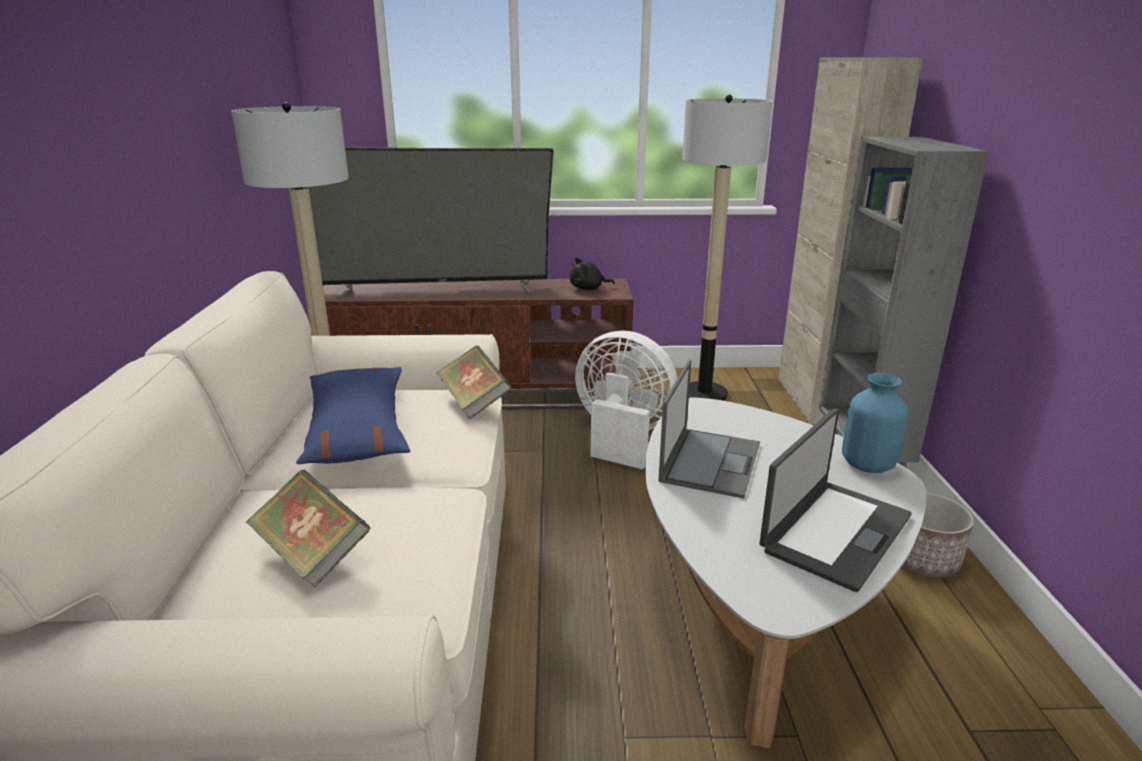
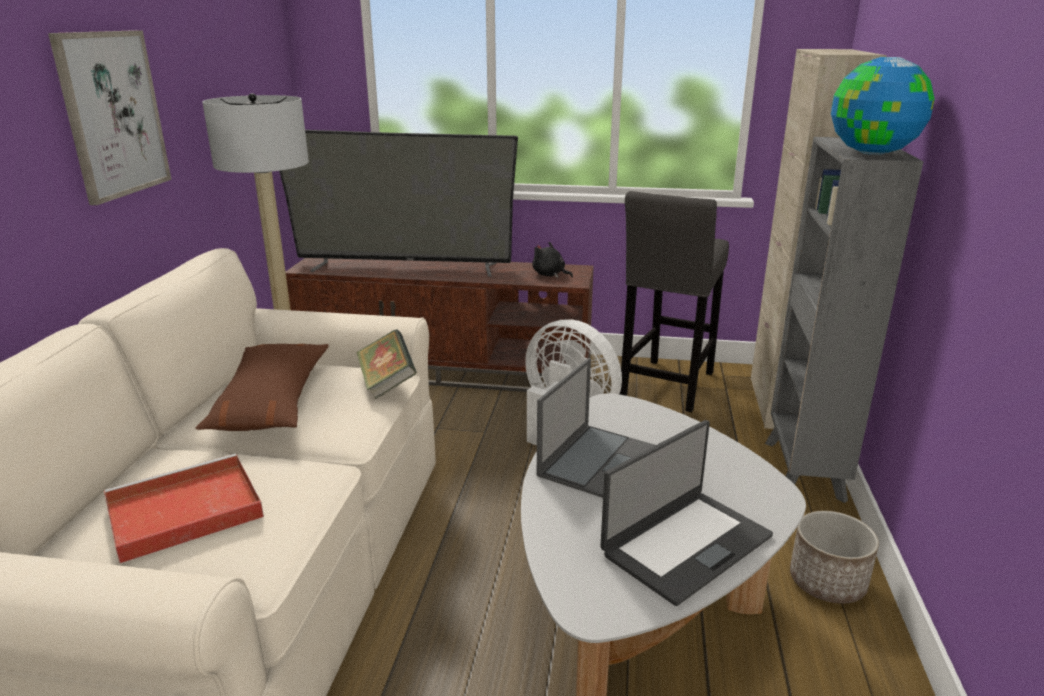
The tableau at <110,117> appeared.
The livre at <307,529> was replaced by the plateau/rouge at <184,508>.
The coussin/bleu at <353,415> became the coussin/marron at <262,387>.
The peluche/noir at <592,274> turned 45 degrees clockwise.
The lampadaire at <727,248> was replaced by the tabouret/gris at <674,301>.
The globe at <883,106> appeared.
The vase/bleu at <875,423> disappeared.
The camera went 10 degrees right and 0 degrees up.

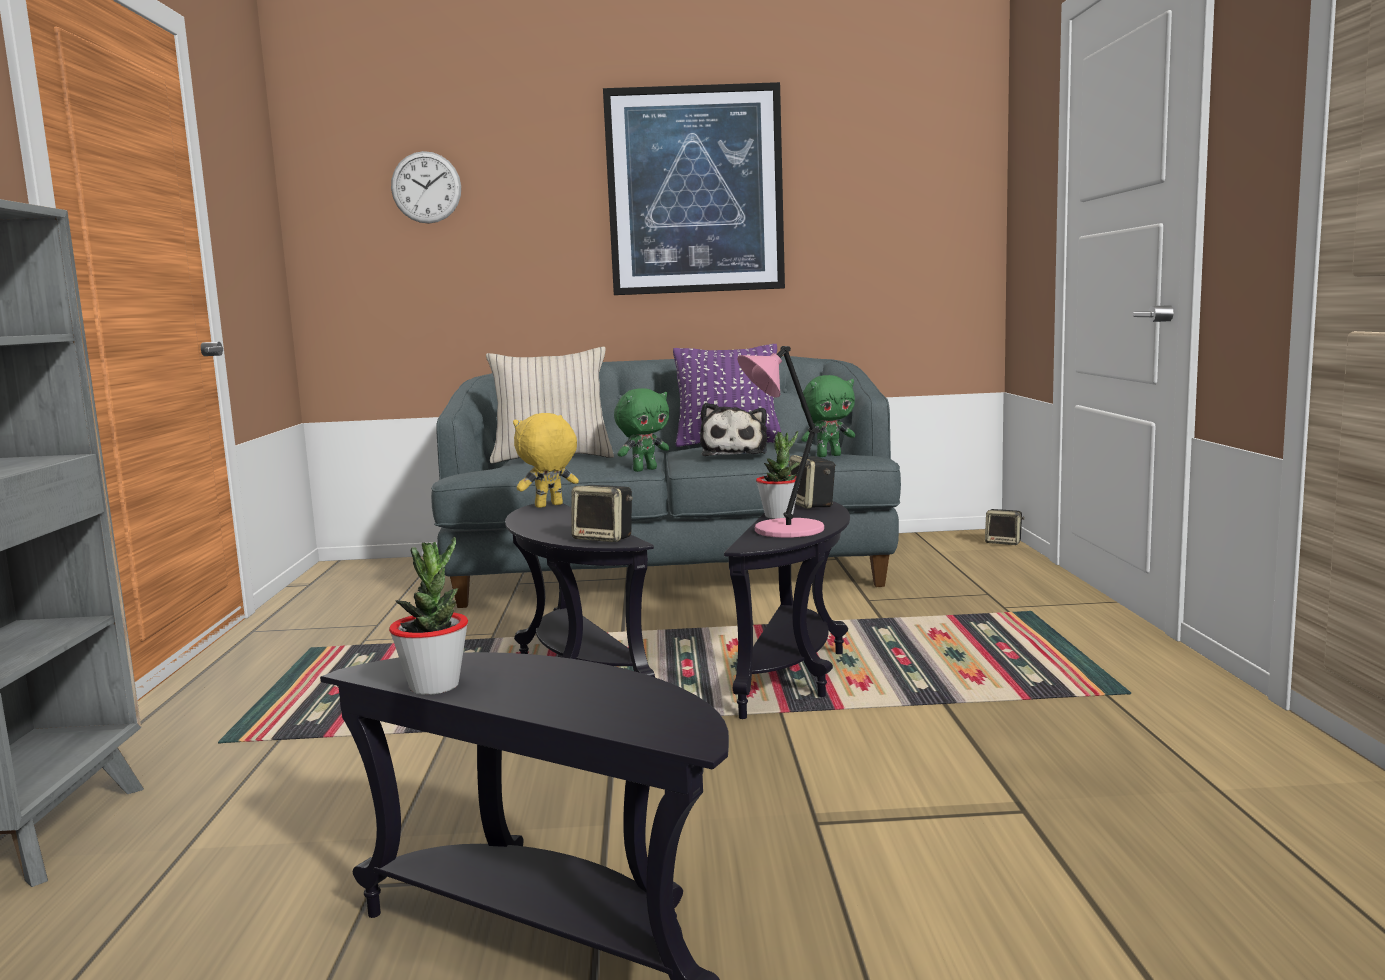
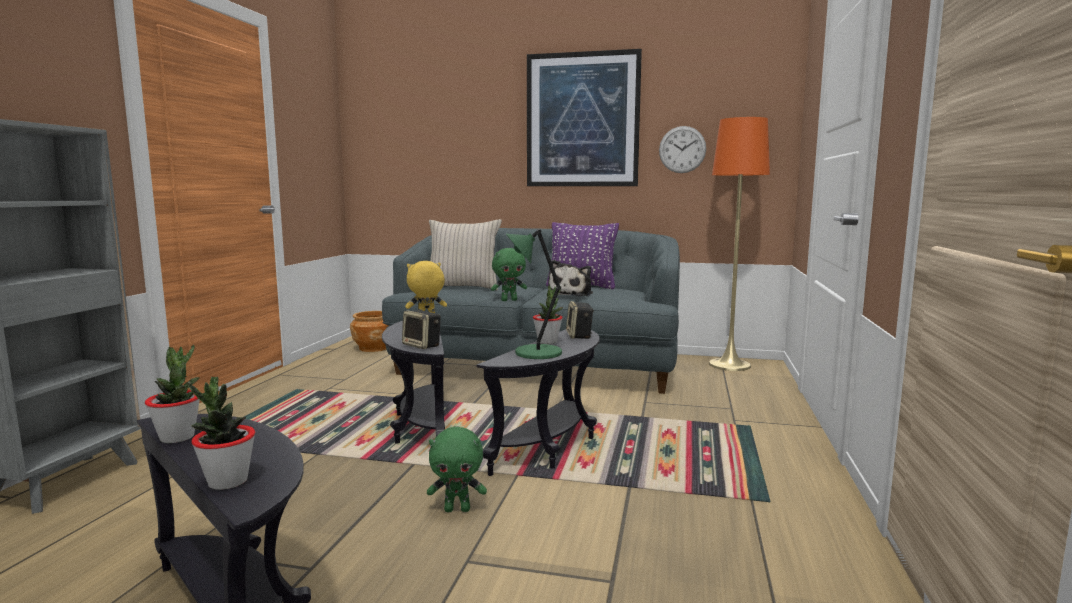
The plante en pot at <221,433> appeared.
The cache-pot/marron at <369,331> appeared.
The peluche/vert moved from <828,416> to <457,469>.
The lampe de table/rose at <780,442> became the lampe de table/vert at <534,294>.
The horloge murale moved from <426,187> to <682,149>.
The lampadaire/orange at <739,244> appeared.
The enceinte at <1005,527> disappeared.
The camera went 15 degrees right and 0 degrees up.

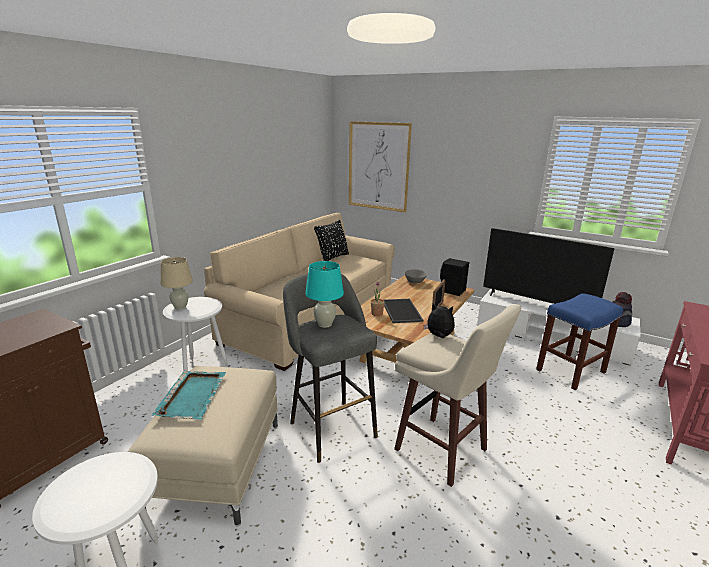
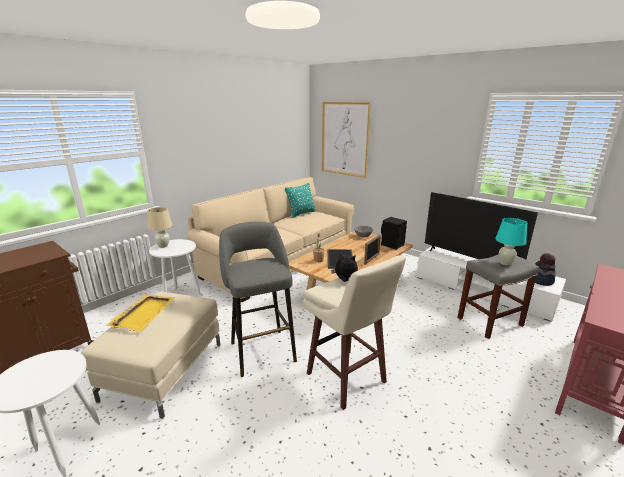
The plateau/turquoise at <189,395> became the plateau/jaune at <140,313>.
The coussin/noir at <331,240> became the coussin/turquoise at <300,200>.
The tabouret/bleu at <579,341> became the tabouret/gris at <498,296>.
The lampe de table/turquoise moved from <324,294> to <511,241>.
The camera went 10 degrees right and 0 degrees up.

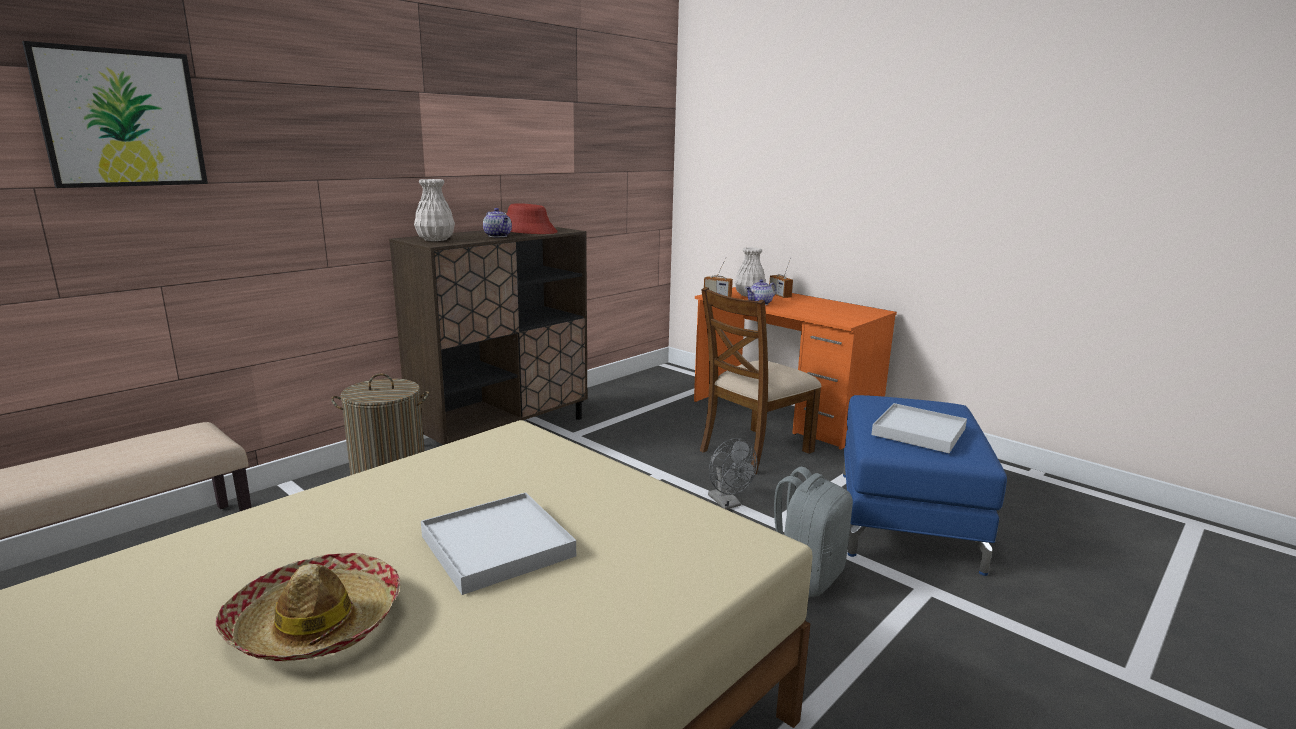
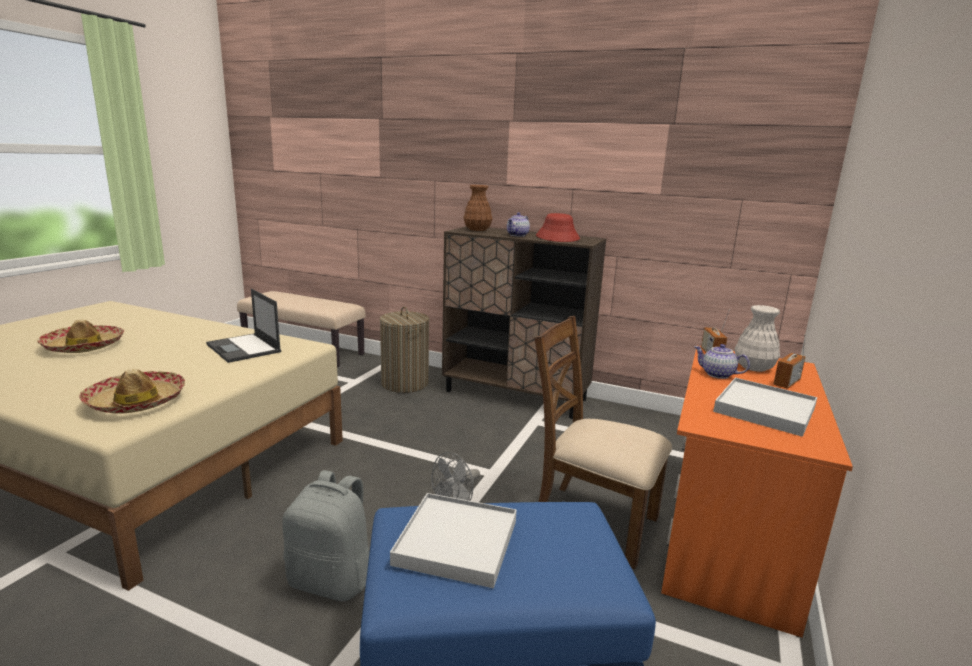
The chapeau at <132,391> appeared.
The ordinateur portable at <243,326> appeared.
The vase/blanc at <434,210> became the vase/marron at <478,208>.
The plateau/blanc moved from <498,543> to <765,407>.
The tableau at <115,114> disappeared.
The camera went 70 degrees right and 0 degrees up.

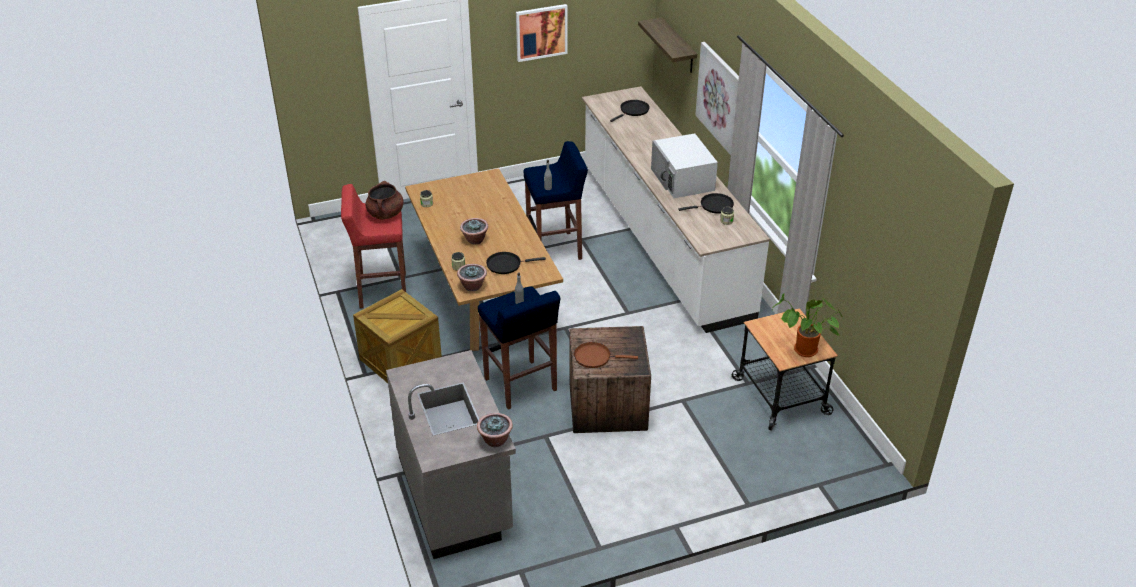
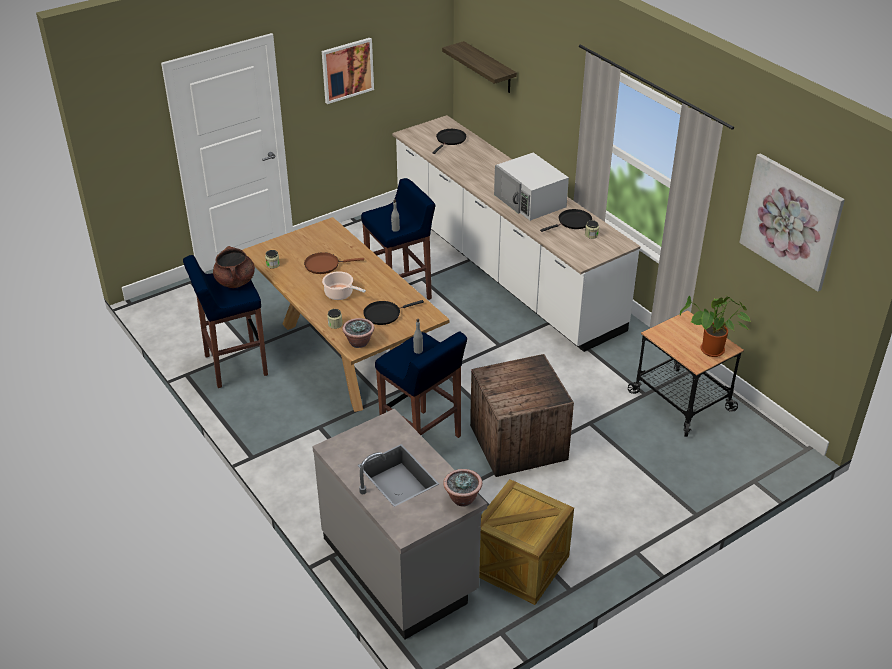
The tabouret/rouge at <373,246> became the tabouret/bleu at <225,321>.
The poêle/marron moved from <606,355> to <334,263>.
The plante en pot at <474,231> was replaced by the marmite at <344,285>.
The caisse moved from <397,336> to <526,542>.
The tableau moved from <717,98> to <792,222>.
The camera went 15 degrees left and 0 degrees up.

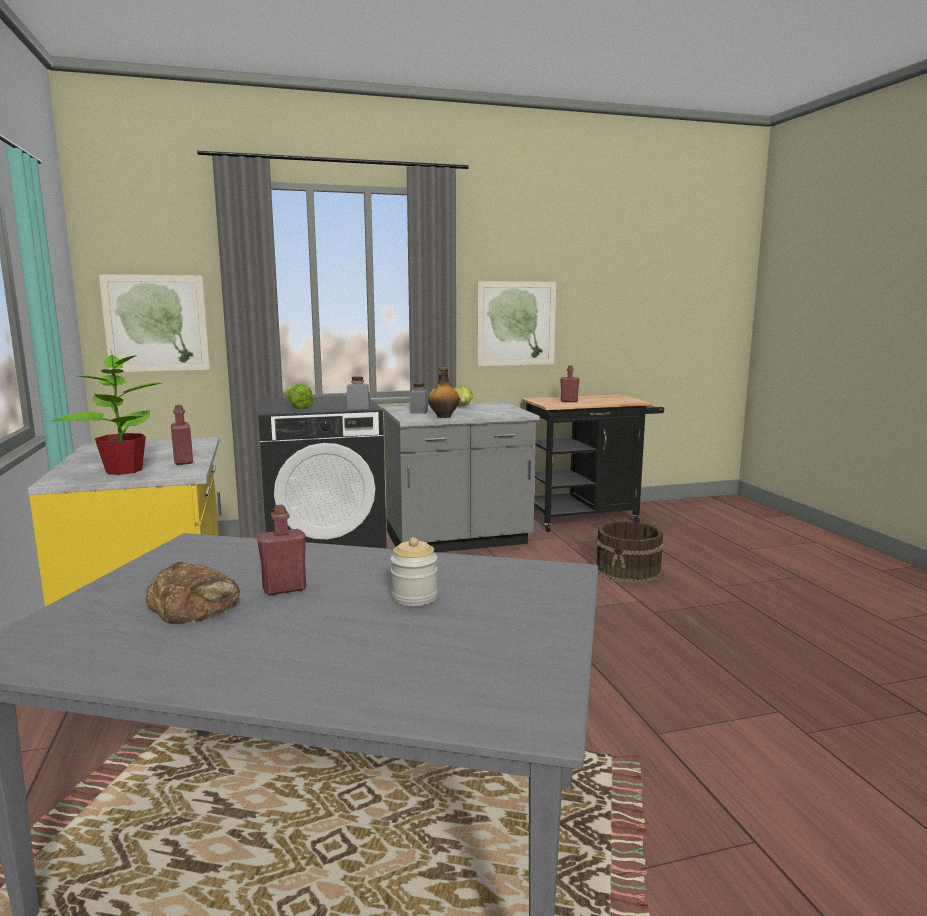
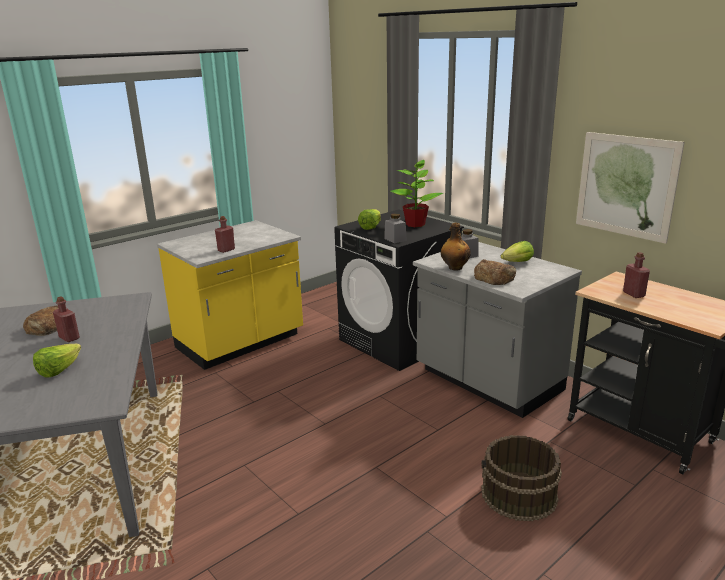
The bocal at <414,571> was replaced by the laitue at <57,361>.
The plante en pot moved from <107,412> to <416,193>.
The pain at <495,272> appeared.
The tableau at <154,323> disappeared.
The camera went 65 degrees right and 10 degrees up.

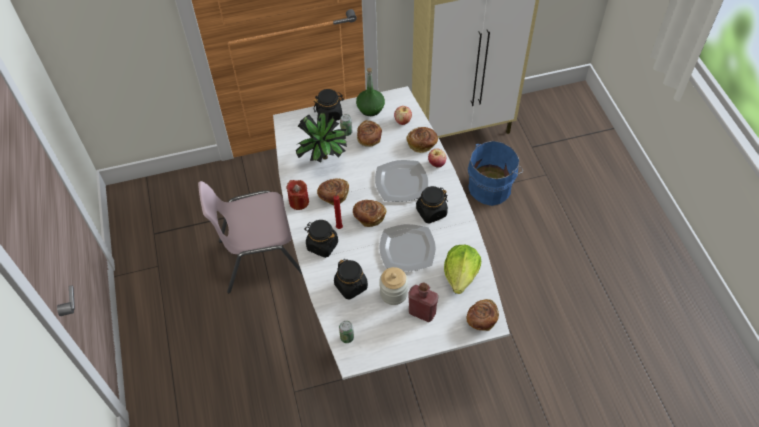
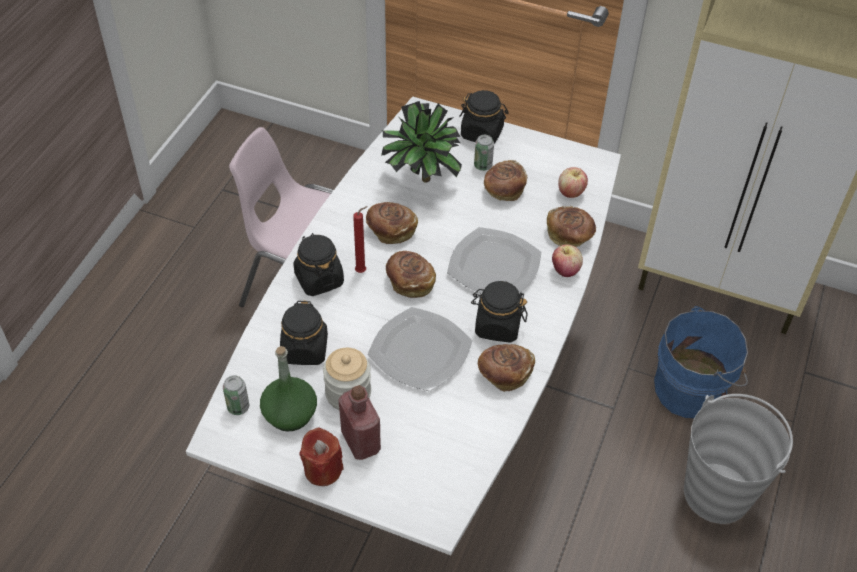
The bouteille/vert moved from <370,92> to <288,388>.
The bougie/rouge moved from <297,195> to <322,456>.
The pain moved from <483,315> to <506,368>.
The seau/gris at <738,459> appeared.
The laitue at <462,269> disappeared.
The camera went 35 degrees right and 5 degrees down.

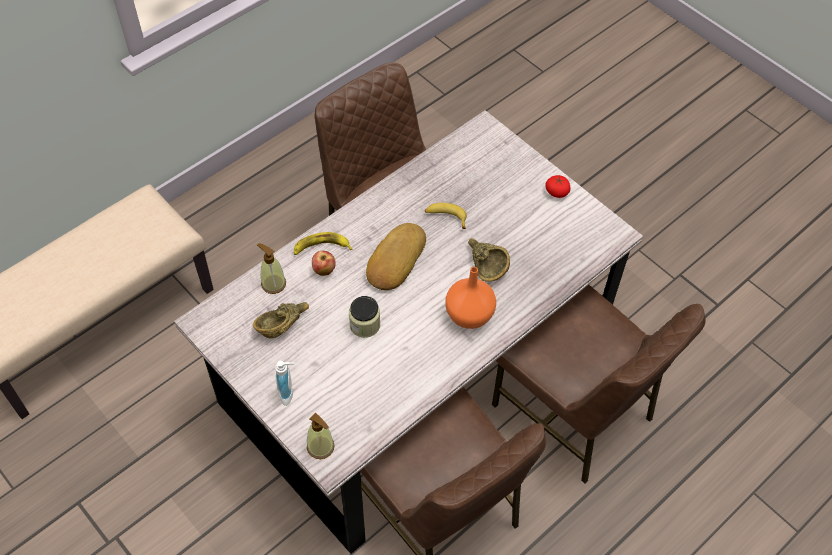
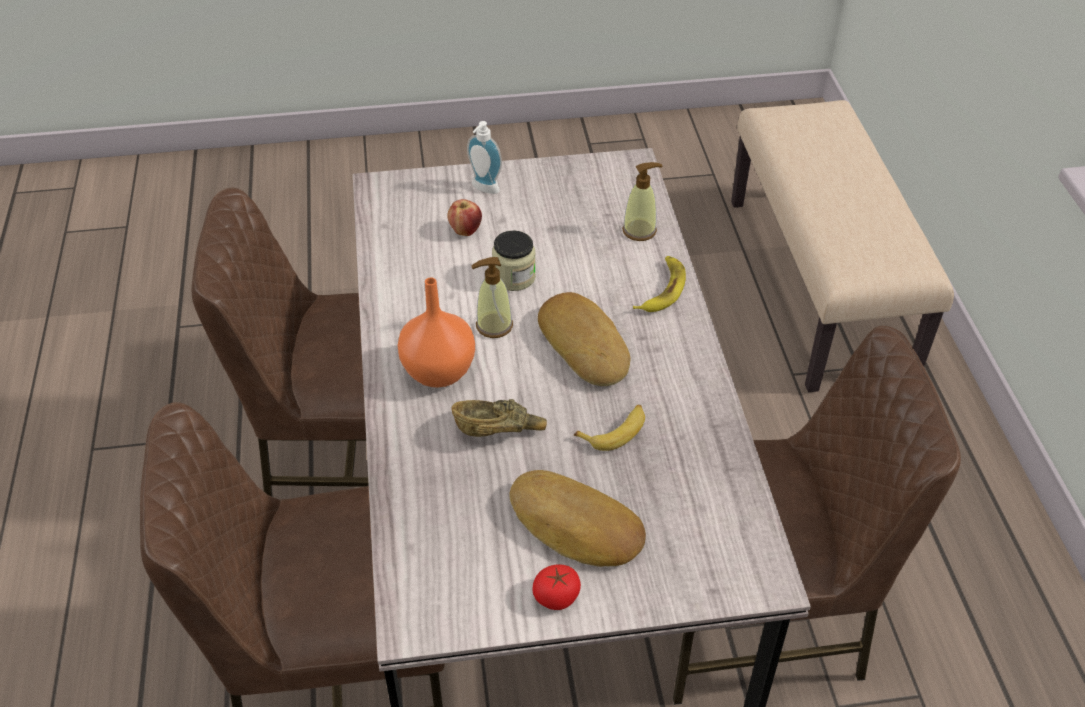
The pomme moved from <324,263> to <464,217>.
The distributeur de savon moved from <321,436> to <492,297>.
The pain at <578,518> appeared.
The bol/marron at <281,320> disappeared.
The camera went 125 degrees right and 10 degrees down.

